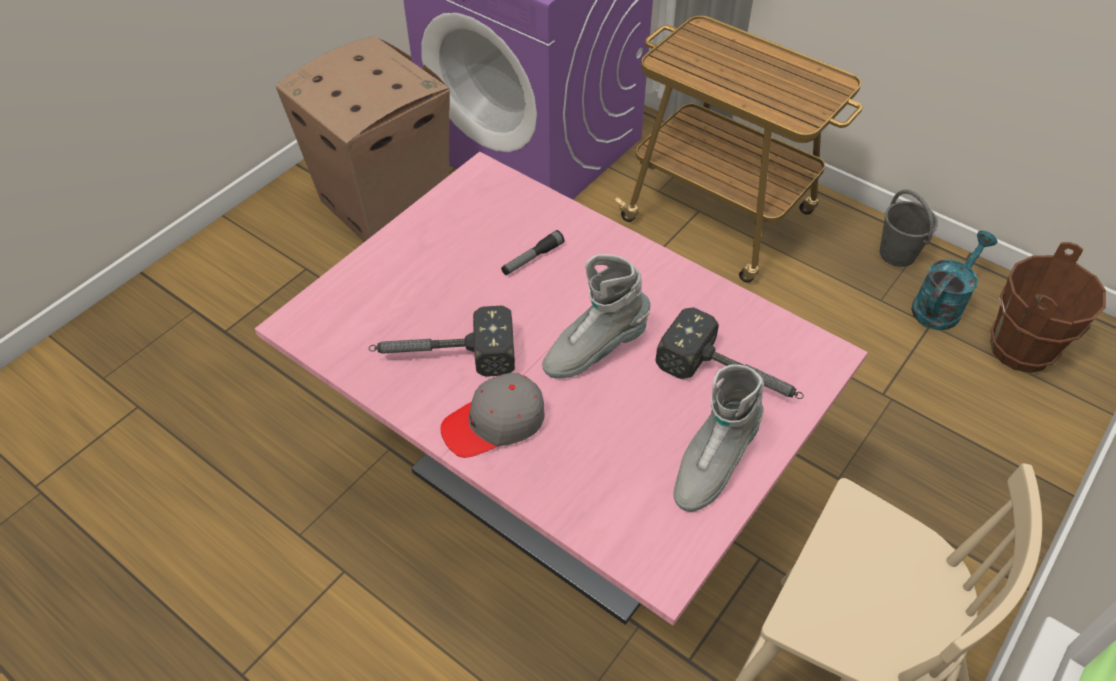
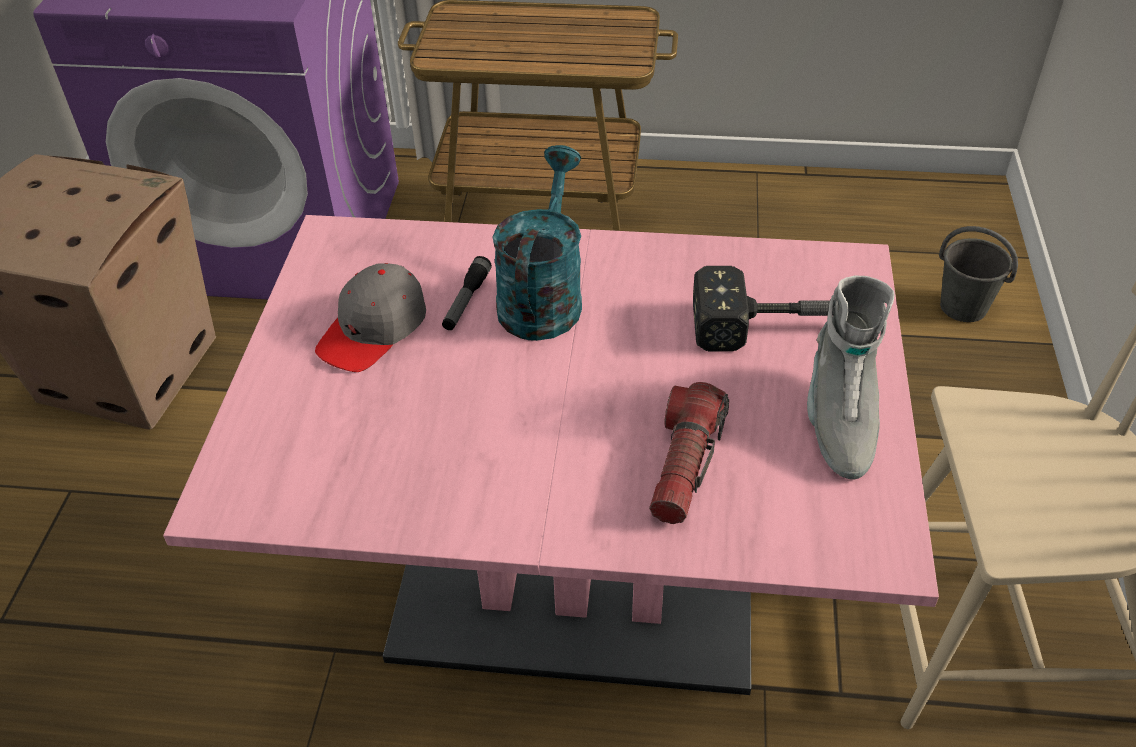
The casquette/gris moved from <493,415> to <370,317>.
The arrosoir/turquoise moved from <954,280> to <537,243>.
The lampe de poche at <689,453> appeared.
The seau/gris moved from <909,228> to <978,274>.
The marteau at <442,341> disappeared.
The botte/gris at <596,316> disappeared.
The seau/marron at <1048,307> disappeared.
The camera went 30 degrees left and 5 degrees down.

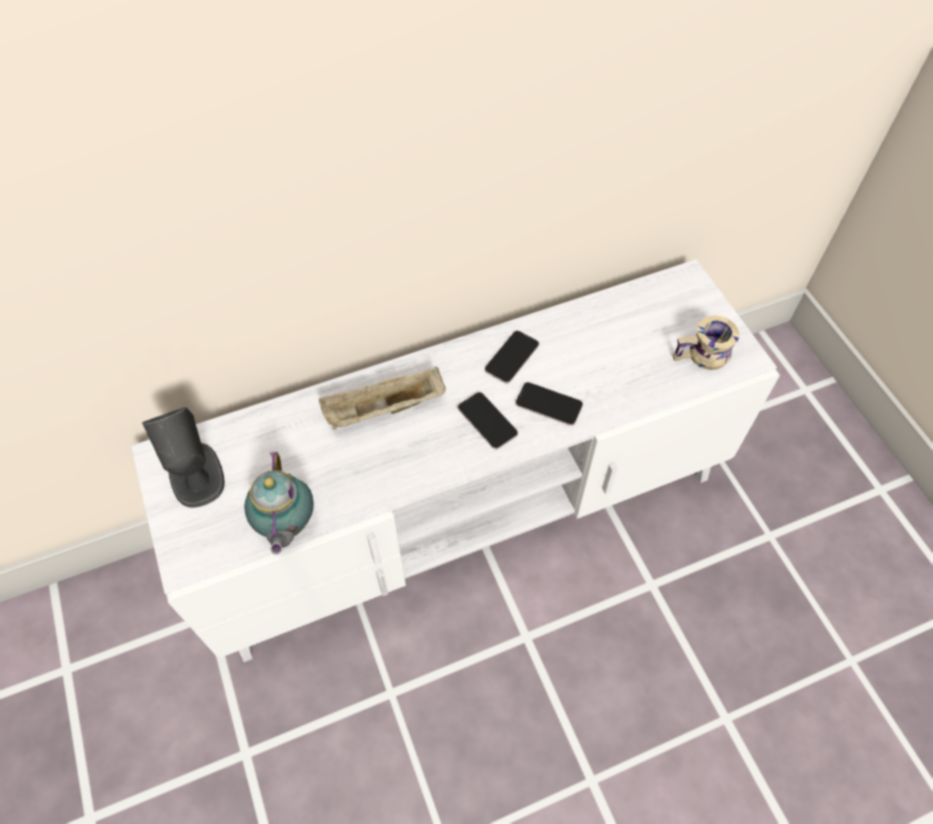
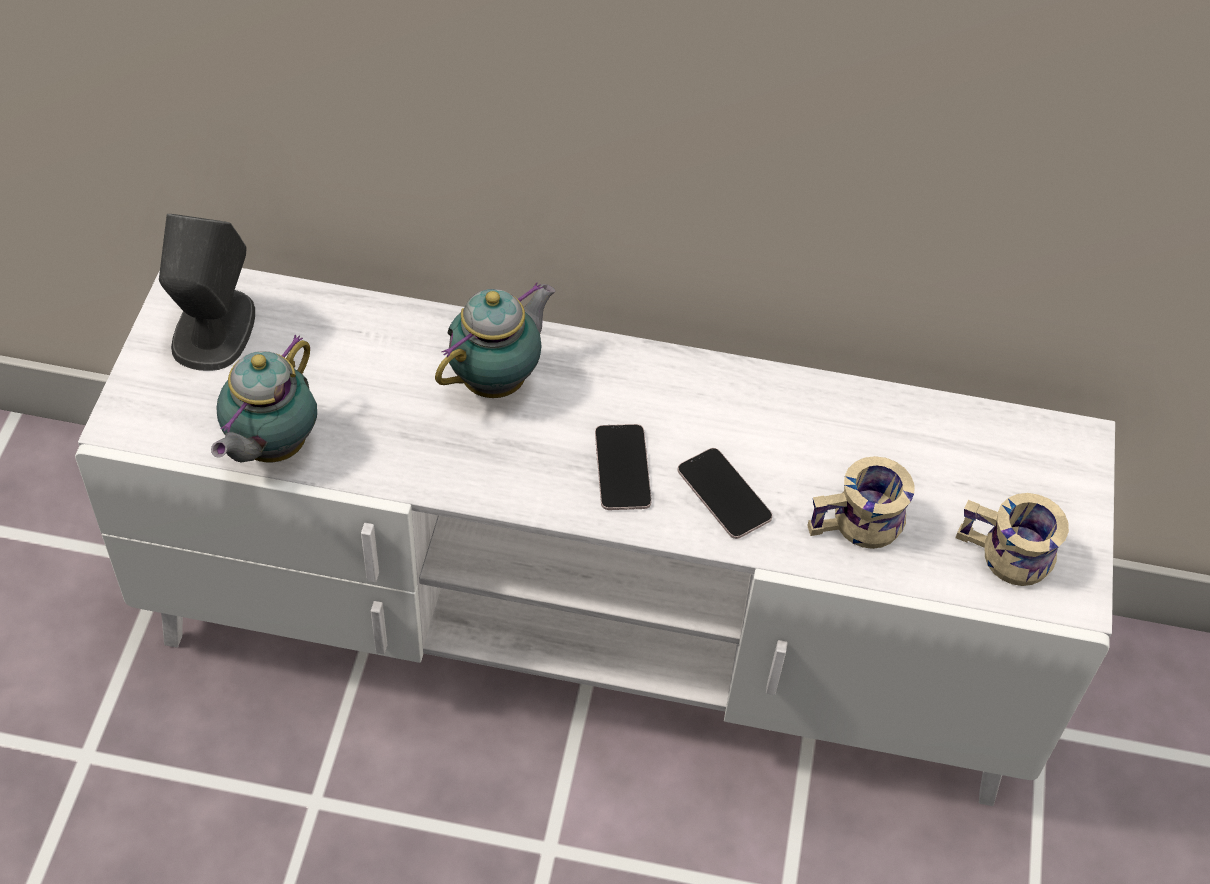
The plateau/beige at <382,398> was replaced by the théière at <495,340>.
The mug/beige at <860,502> appeared.
The téléphone at <511,356> disappeared.
The camera went 30 degrees right and 5 degrees down.

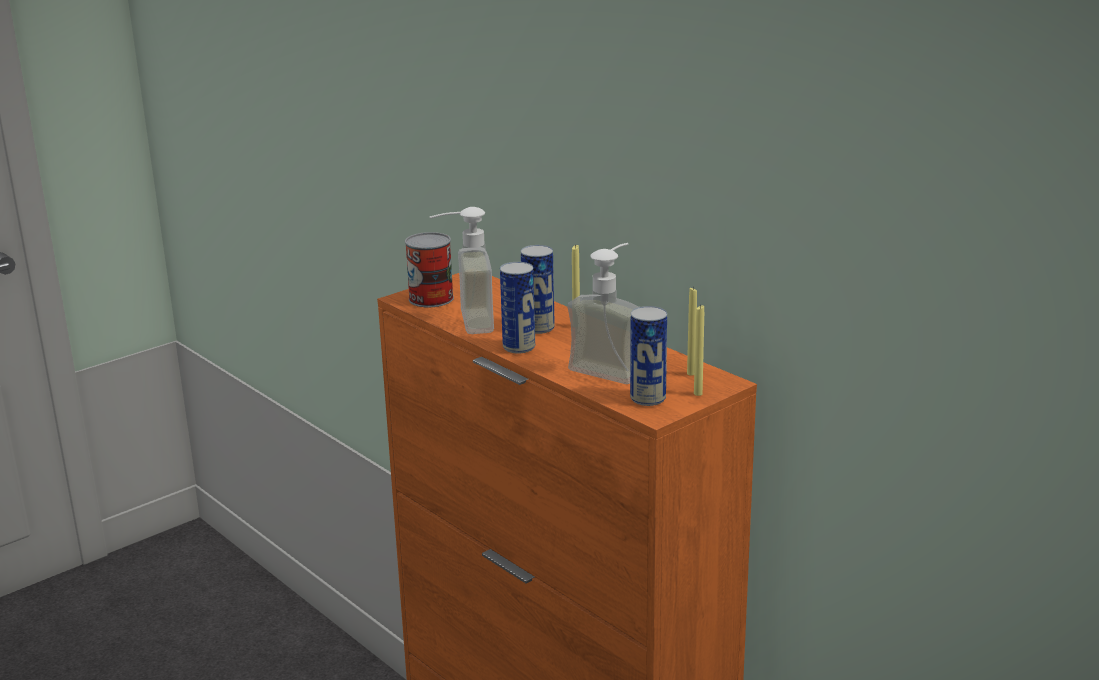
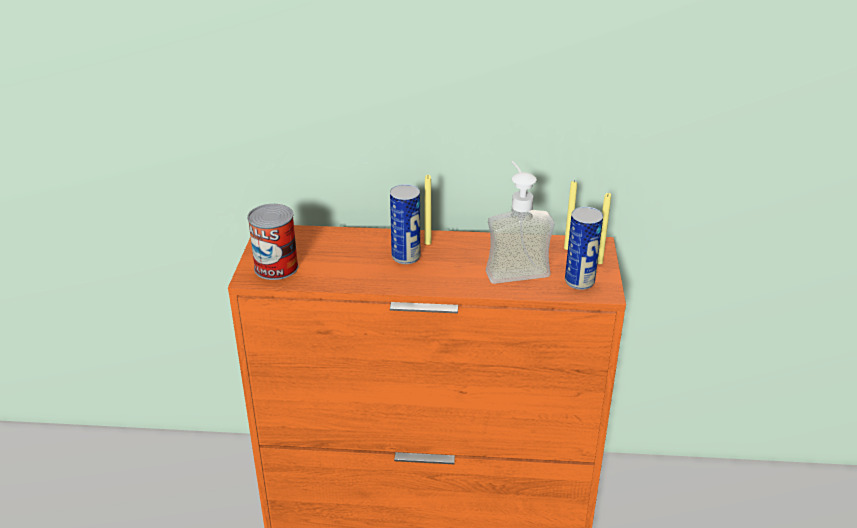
The distributeur de savon at <462,270> disappeared.
The boîte métallique at <517,307> disappeared.
The camera went 45 degrees left and 10 degrees up.

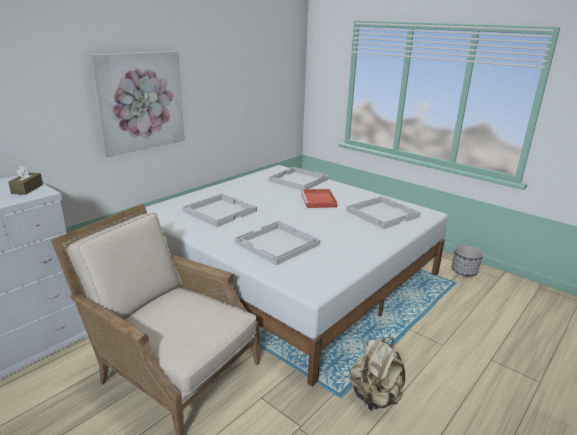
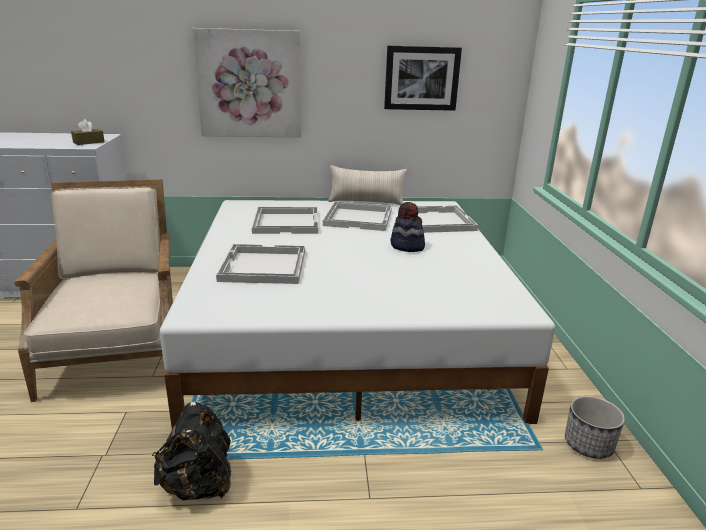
The sac à dos/beige at <377,374> became the sac à dos/noir at <191,451>.
The plateau/blanc moved from <383,212> to <357,216>.
The coussin/beige at <367,185> appeared.
The tableau at <423,78> appeared.
The plateau/rouge at <319,198> was replaced by the chapeau at <408,227>.
The camera went 45 degrees right and 0 degrees up.

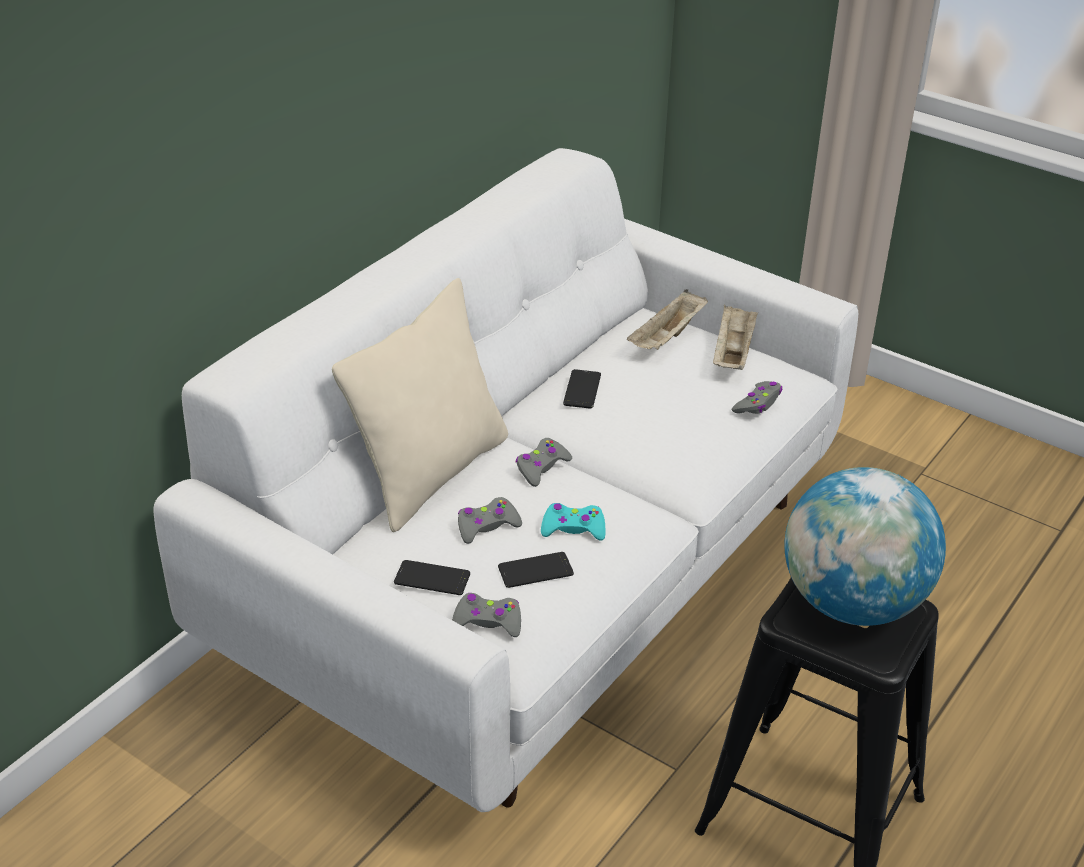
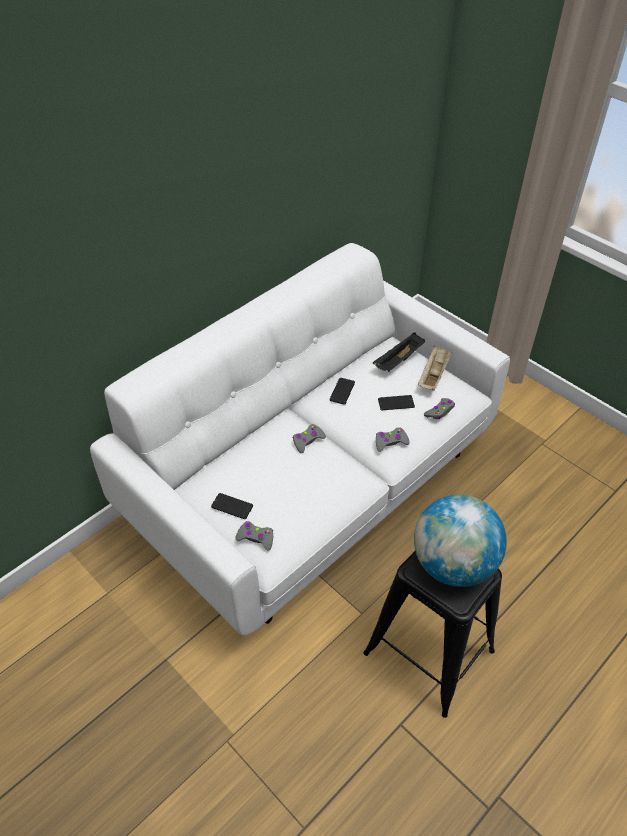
The plateau/beige at <667,319> became the plateau/noir at <399,352>.
The manette/gris moved from <490,520> to <393,439>.
The téléphone moved from <536,570> to <396,402>.
The coussin/beige at <420,405> disappeared.
The manette/turquoise at <573,522> disappeared.
The camera went 10 degrees right and 10 degrees up.

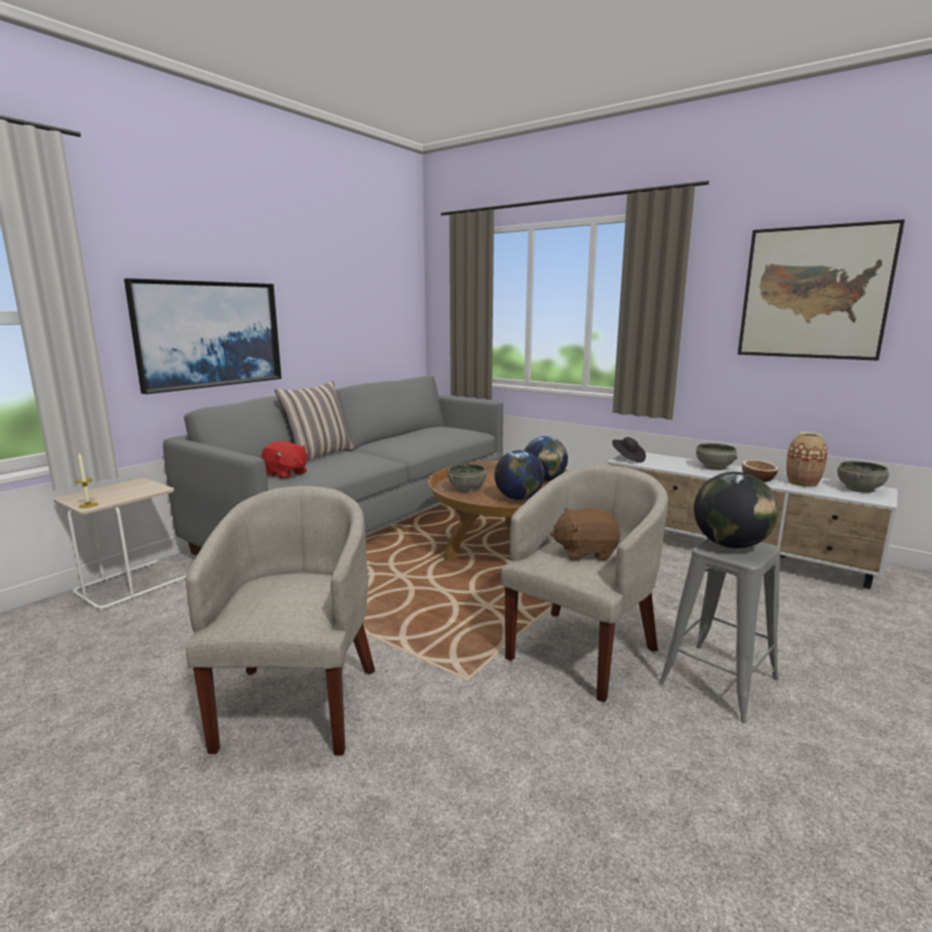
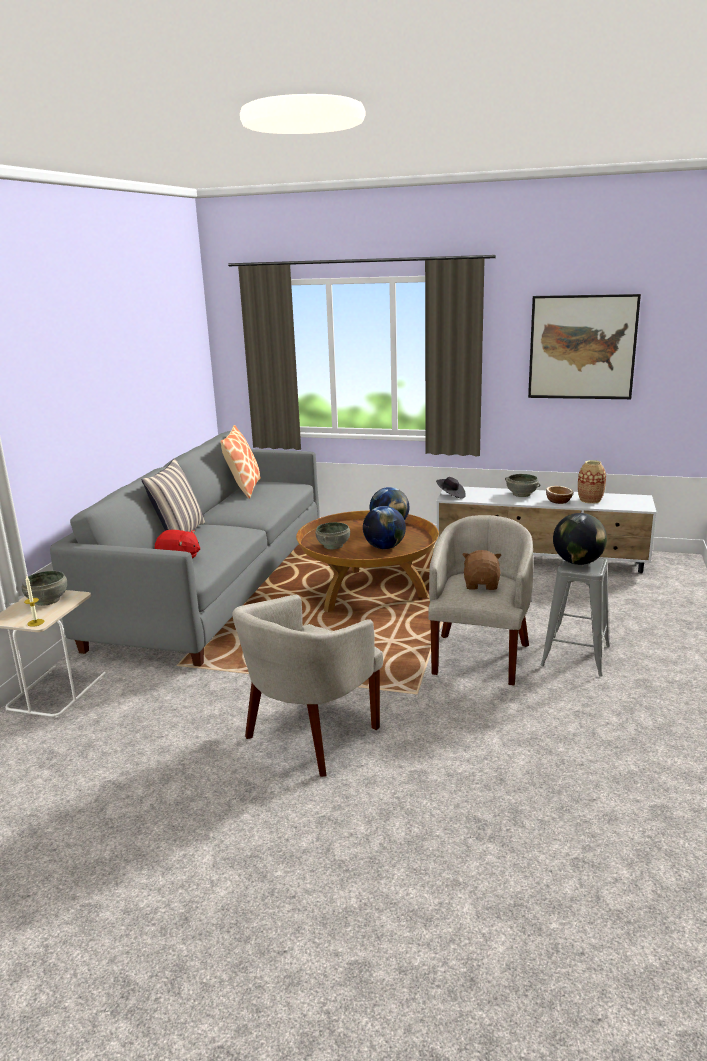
The bol/gris moved from <863,477> to <44,588>.
The coussin at <240,462> appeared.
The fauteuil/beige at <280,620> turned 120 degrees counterclockwise.
The peluche/marron at <585,534> turned 120 degrees clockwise.
The tableau at <203,336> disappeared.
The camera went 20 degrees left and 5 degrees up.

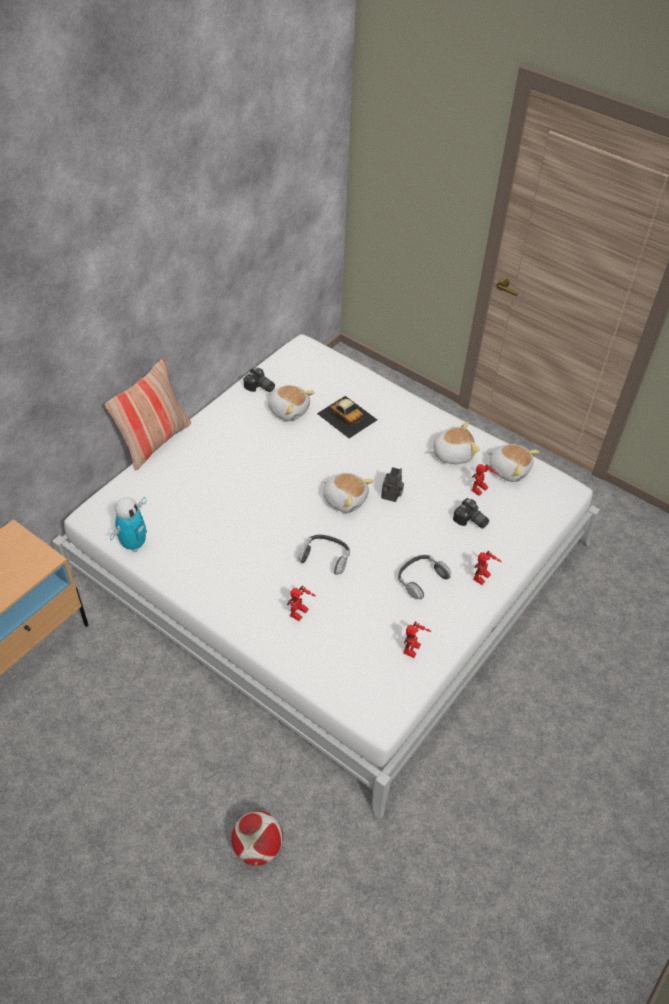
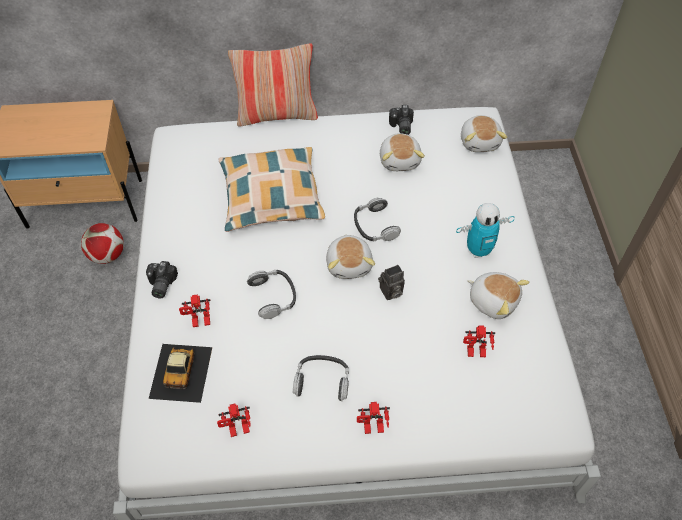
The ballon de foot moved from <257,838> to <102,243>.
The appareil photo moved from <471,513> to <162,279>.
The petite voiture moved from <347,417> to <180,373>.
The coussin at <272,189> appeared.
The casque audio at <377,219> appeared.
The robot jouet moved from <128,524> to <485,230>.
The peluche moved from <513,463> to <484,133>.
The camera went 50 degrees right and 5 degrees up.

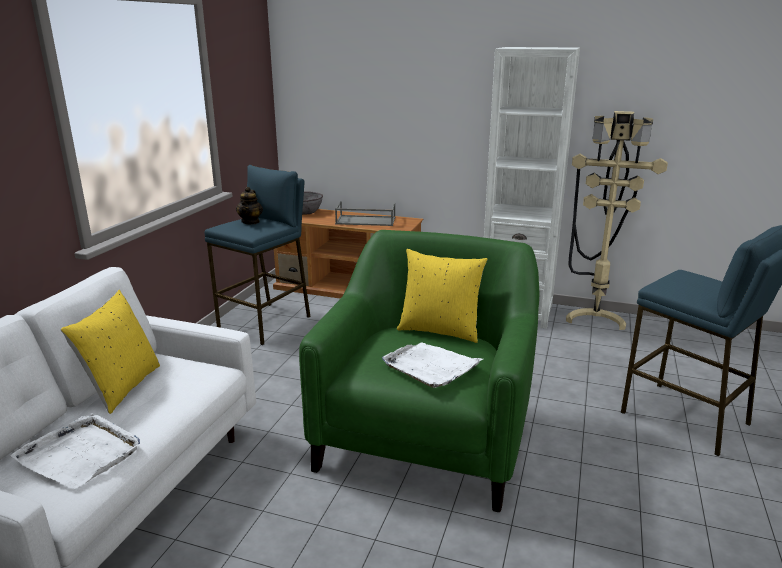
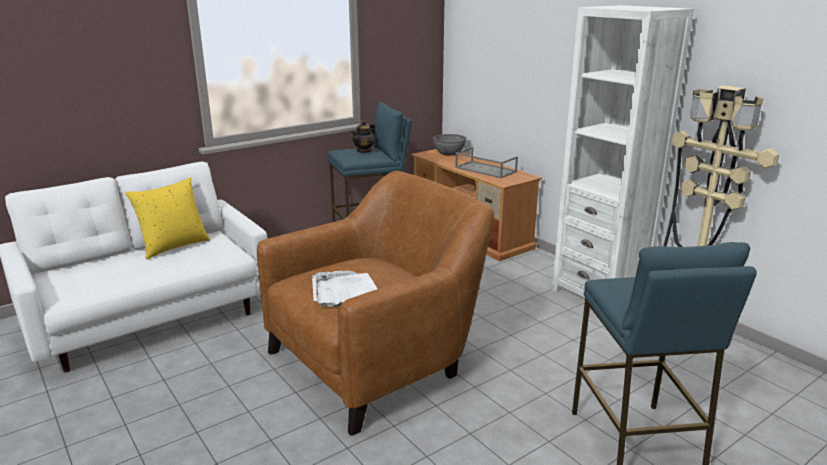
The fauteuil/vert at <419,371> became the fauteuil/marron at <375,303>.
The plateau/blanc at <75,451> disappeared.
The coussin/jaune at <442,296> disappeared.
The camera went 35 degrees right and 0 degrees up.

